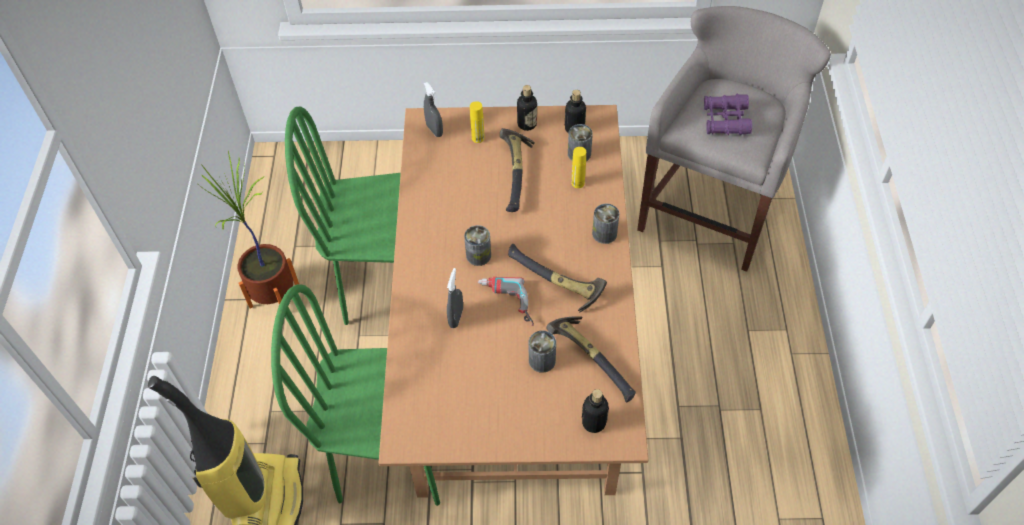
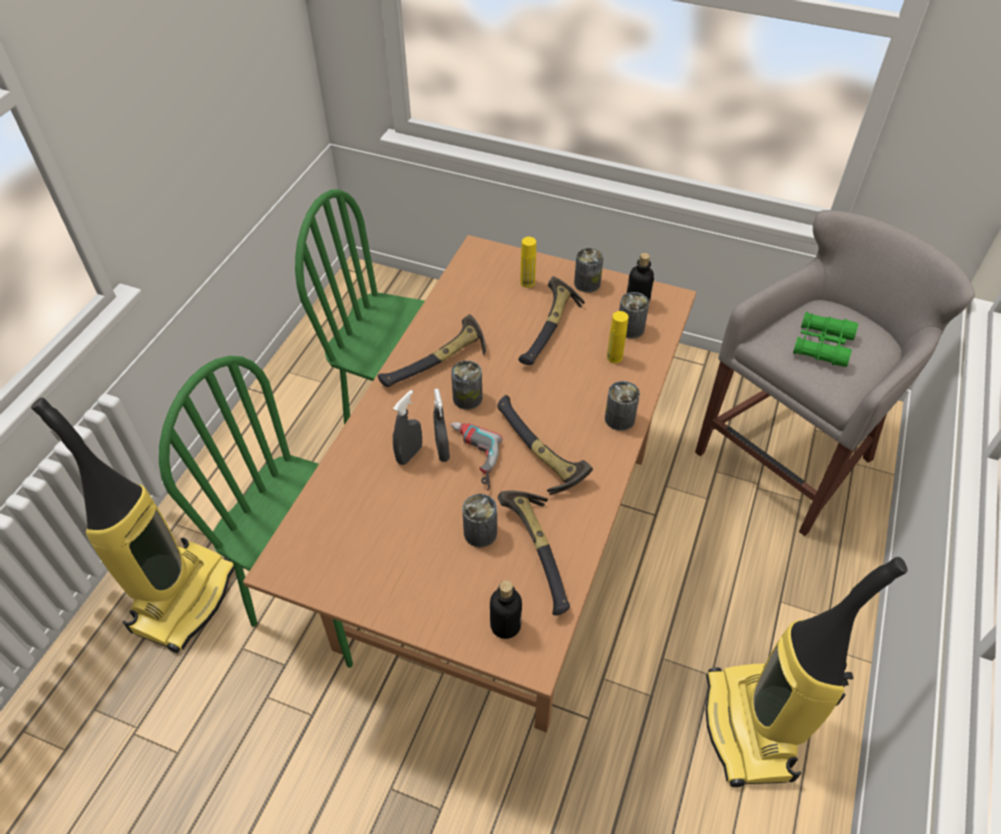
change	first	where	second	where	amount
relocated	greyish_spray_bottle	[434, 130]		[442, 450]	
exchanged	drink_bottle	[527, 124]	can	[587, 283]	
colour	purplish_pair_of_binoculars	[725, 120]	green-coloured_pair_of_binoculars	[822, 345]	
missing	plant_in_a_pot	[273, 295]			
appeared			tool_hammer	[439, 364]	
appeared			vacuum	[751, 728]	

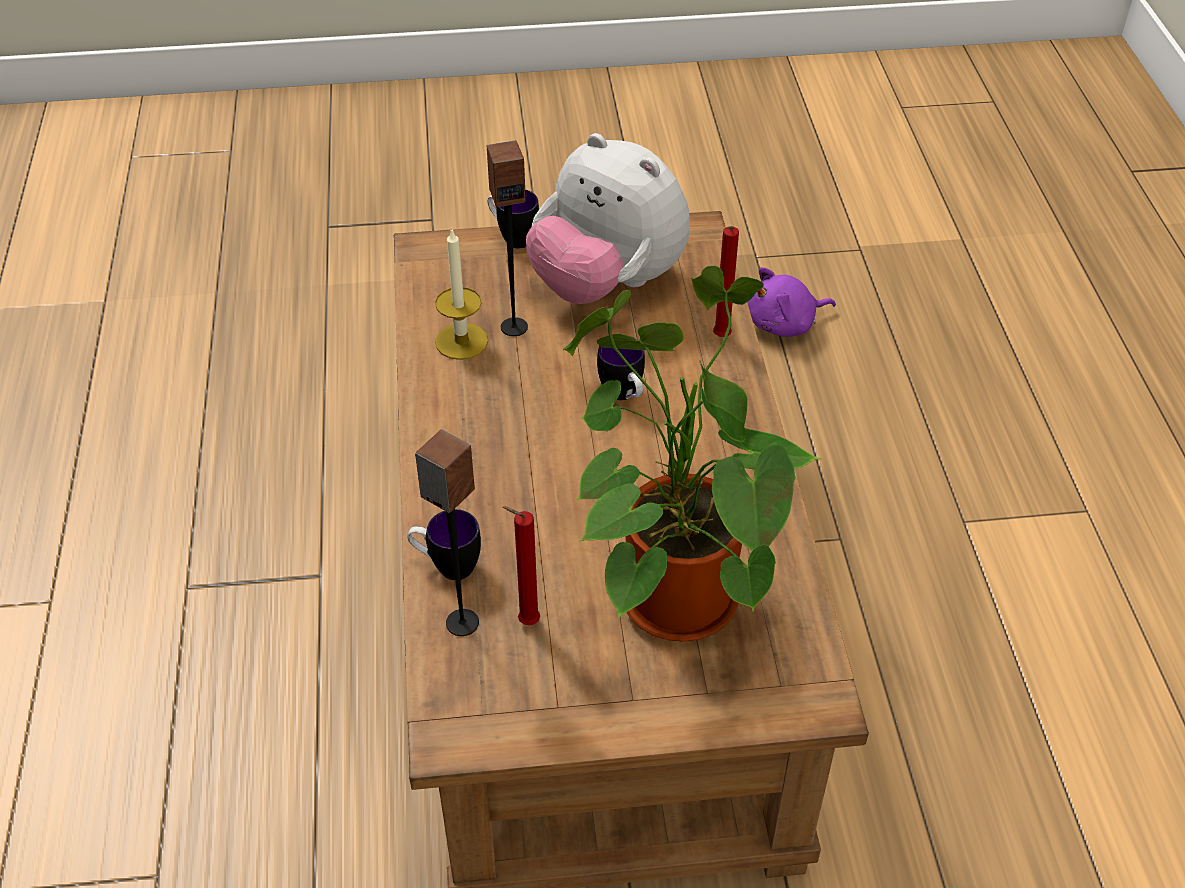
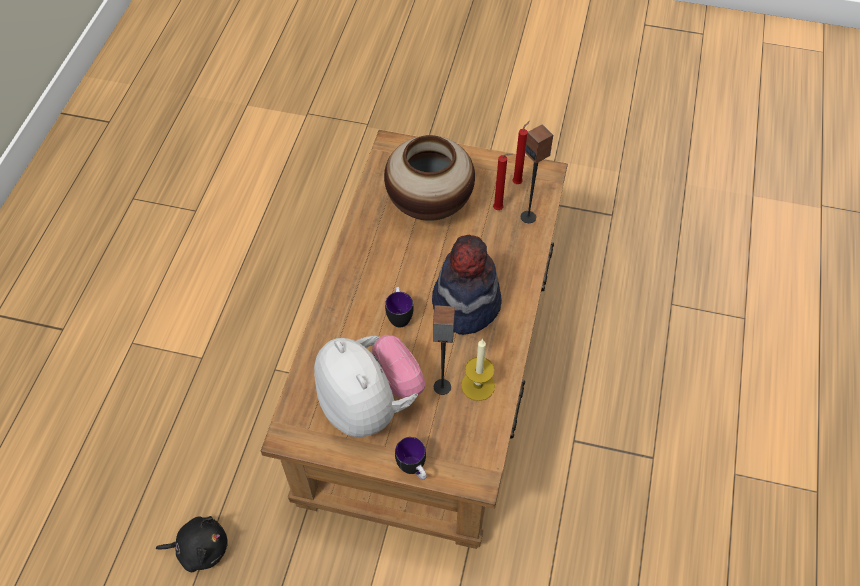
change	first	where	second	where	amount
relocated	red_wax_candle	[720, 338]		[518, 182]	
exchanged	plant_in_a_pot	[669, 591]	vase	[429, 204]	
colour	purplish_plush_toy	[784, 324]	black_plush_toy	[200, 548]	
missing	coffee_mug	[446, 566]			
appeared			hat	[465, 303]	

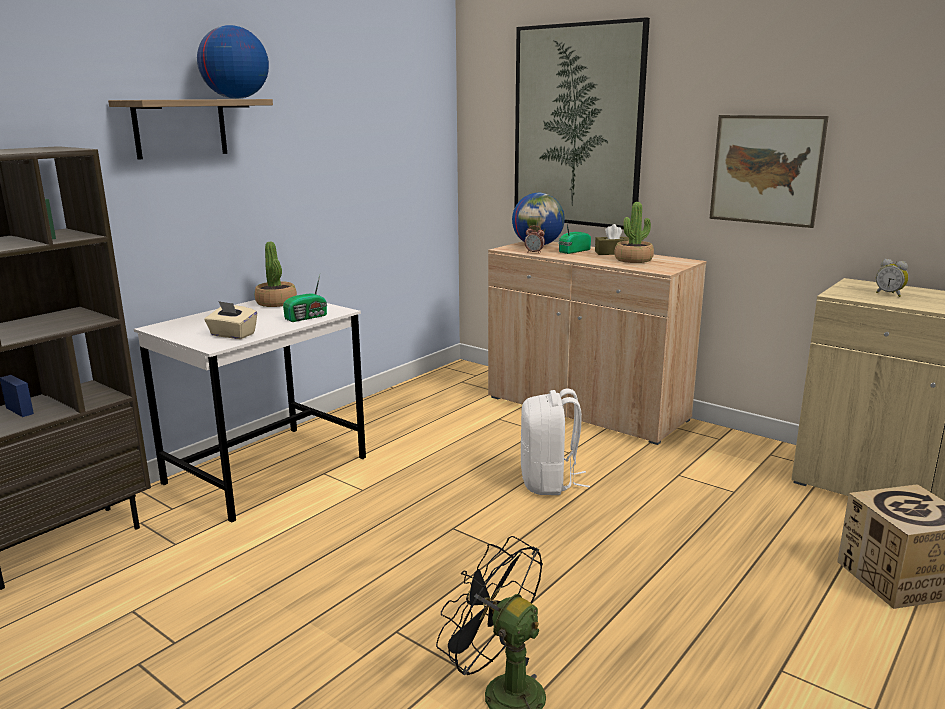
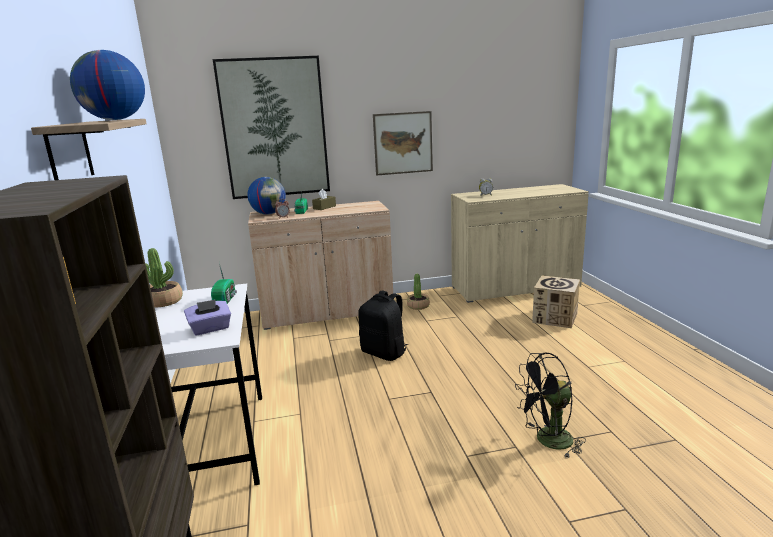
change	first	where	second	where	amount
relocated	plant_in_a_pot	[633, 260]		[418, 306]	
colour	beige-coloured_tissue_box	[232, 335]	purplish_tissue_box	[210, 329]	
colour	white-coloured_rucksack	[549, 482]	black_rucksack	[384, 353]	

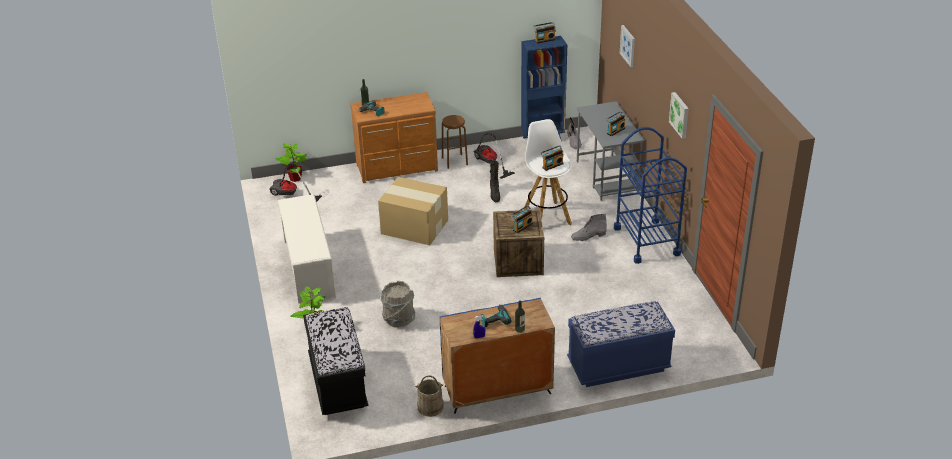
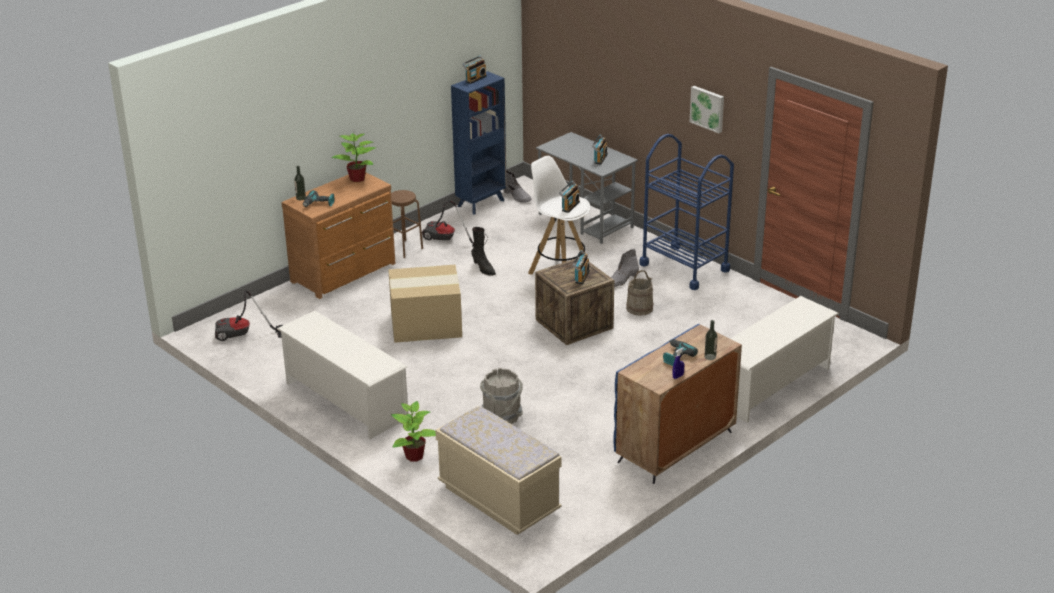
change	first	where	second	where	amount
missing	wall_art	[628, 45]			
relocated	plant_in_a_pot	[295, 178]		[358, 178]	
exchanged	blue-coloured_indoor_bench	[618, 366]	white-coloured_shoe_stand	[770, 385]	
colour	black_indoor_bench	[337, 382]	beige-coloured_indoor_bench	[498, 499]	
relocated	beige-coloured_water_bucket	[430, 407]		[639, 308]	

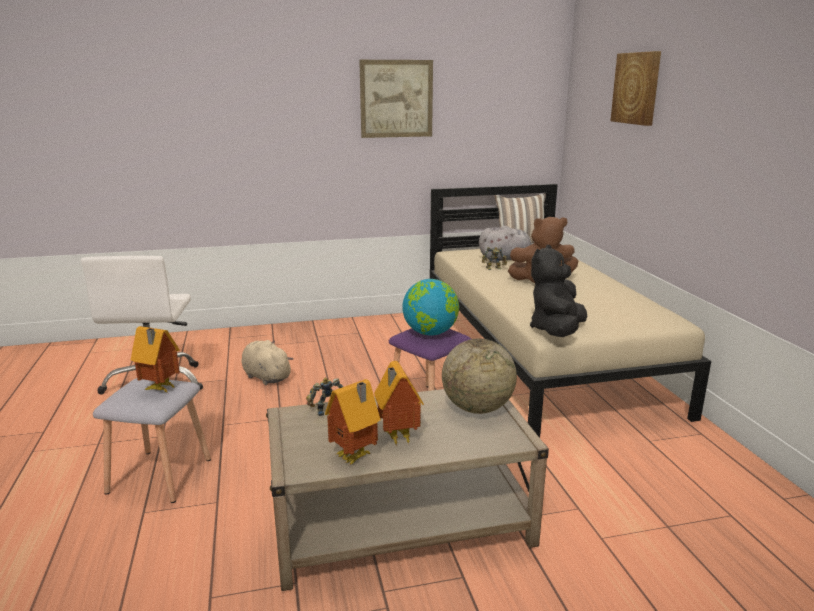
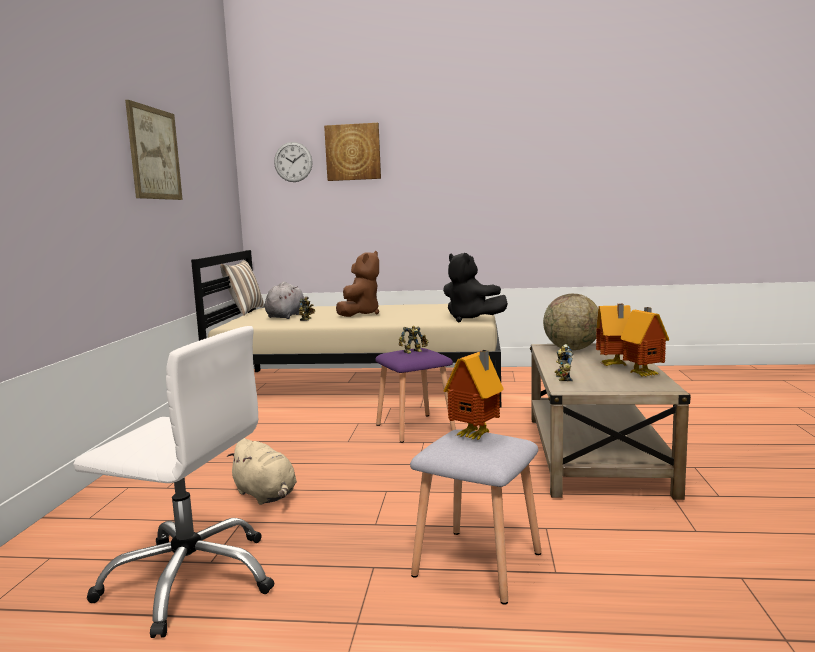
change	first	where	second	where	amount
exchanged	desk_globe	[430, 333]	robot_figure	[414, 352]	
spun	beige-coloured_plush_toy	[265, 377]		[266, 495]	105 degrees counterclockwise
appeared			clock_on_the_wall	[293, 162]	

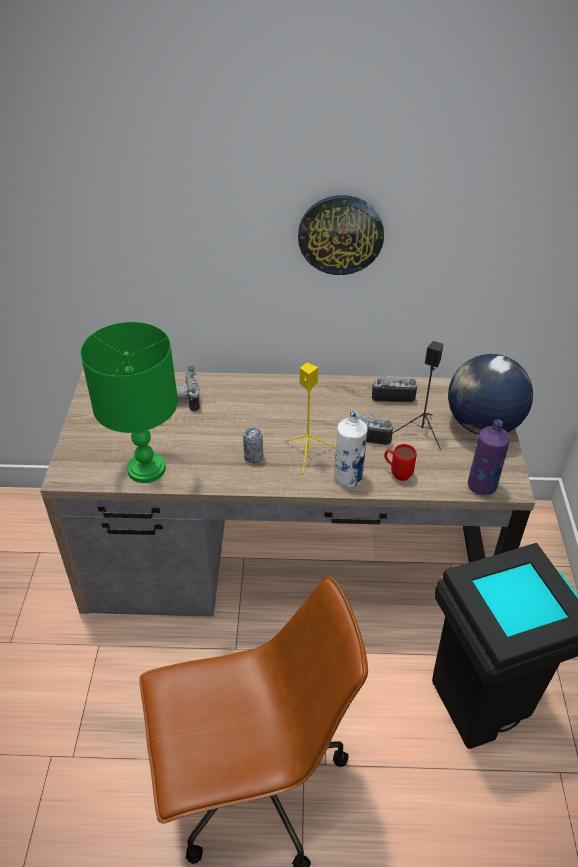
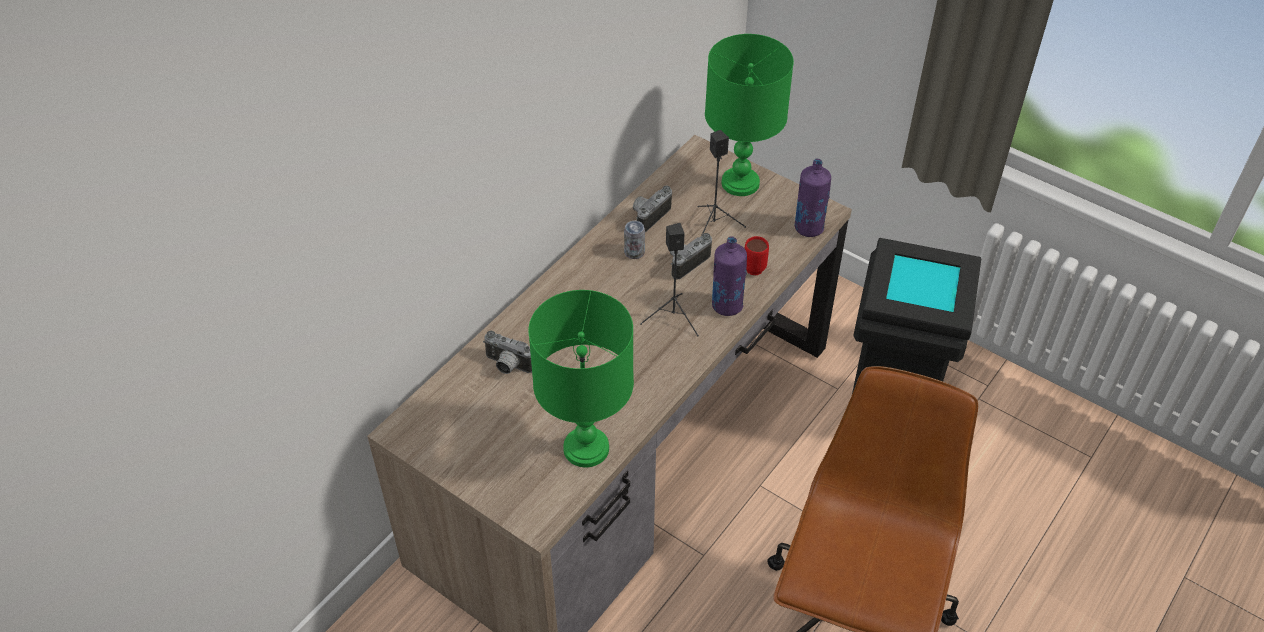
change	first	where	second	where	amount
missing	clock_on_the_wall	[340, 234]			
exchanged	desk_globe	[482, 425]	green-coloured_lamp_for_a_table	[739, 183]	
colour	yellow_audio_speaker	[308, 454]	black_audio_speaker	[673, 317]	
colour	white-coloured_drink_bottle	[348, 477]	purplish_drink_bottle	[727, 305]	
relocated	can	[253, 457]		[634, 252]	

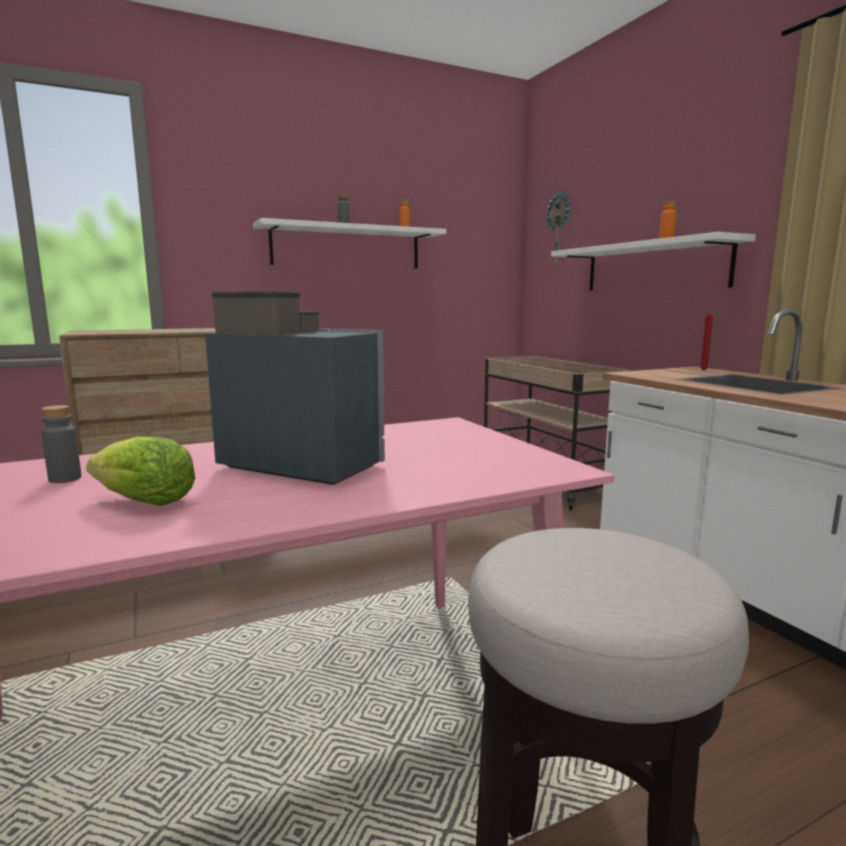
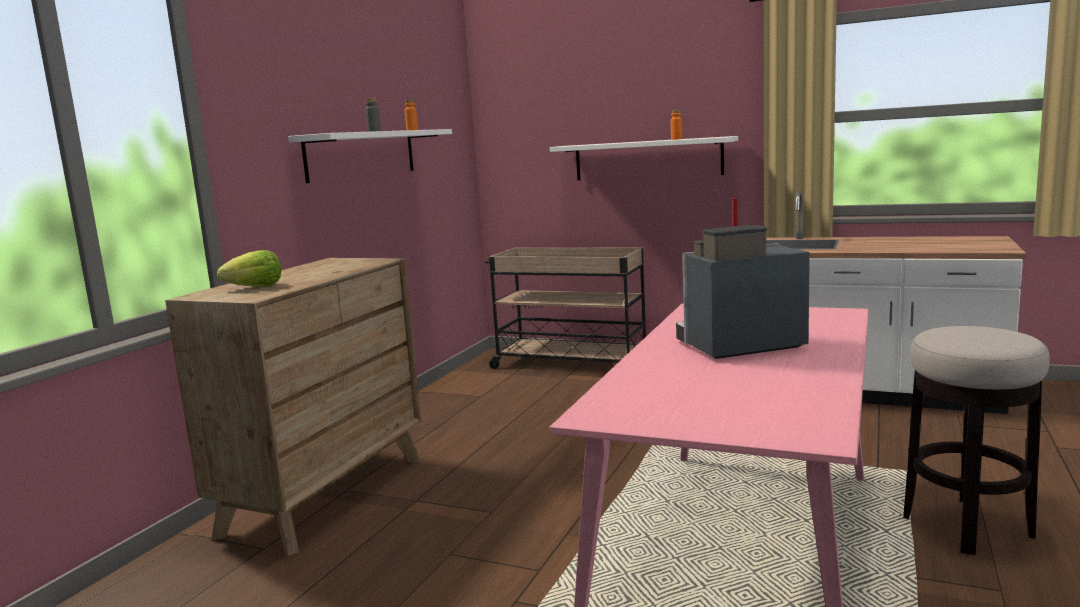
change	first	where	second	where	amount
missing	clock_on_the_wall	[559, 229]			
missing	greyish_drink_bottle	[65, 479]			
relocated	lettuce_head	[146, 502]		[256, 287]	

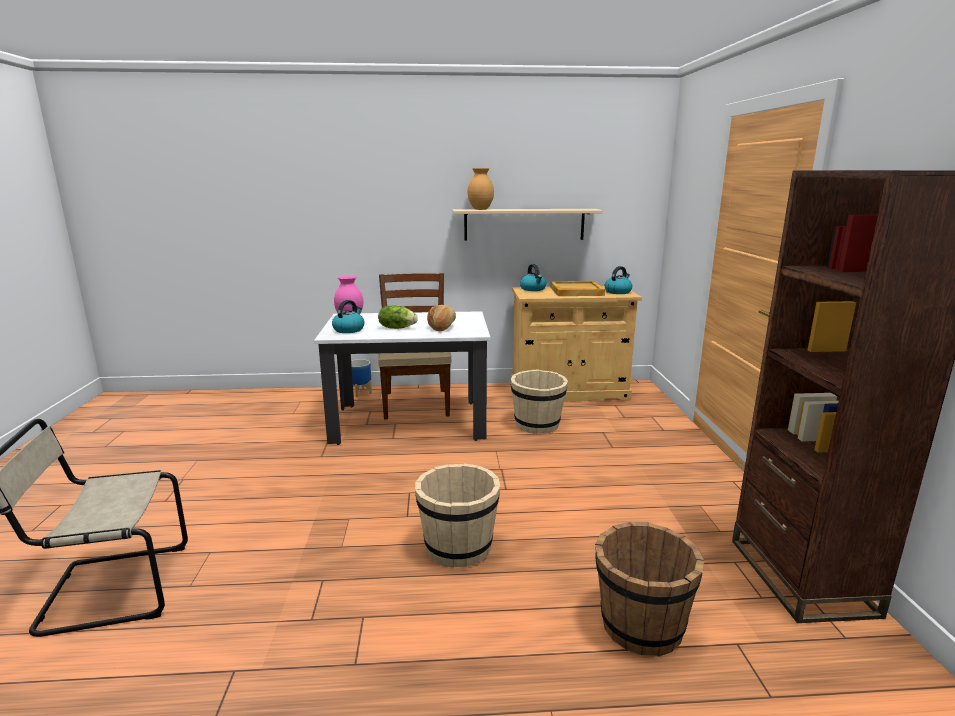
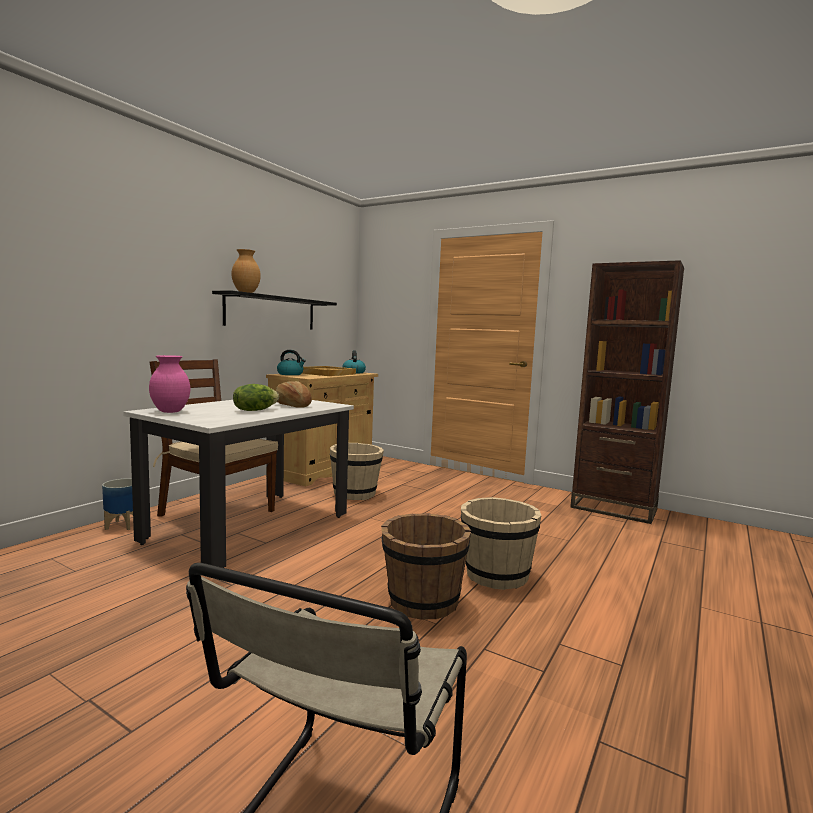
change	first	where	second	where	amount
colour	beige-coloured_bracket_shelf	[524, 224]	black_bracket_shelf	[271, 312]	
missing	kettle	[349, 329]			
relocated	brownish_water_bucket	[640, 626]		[422, 602]	

